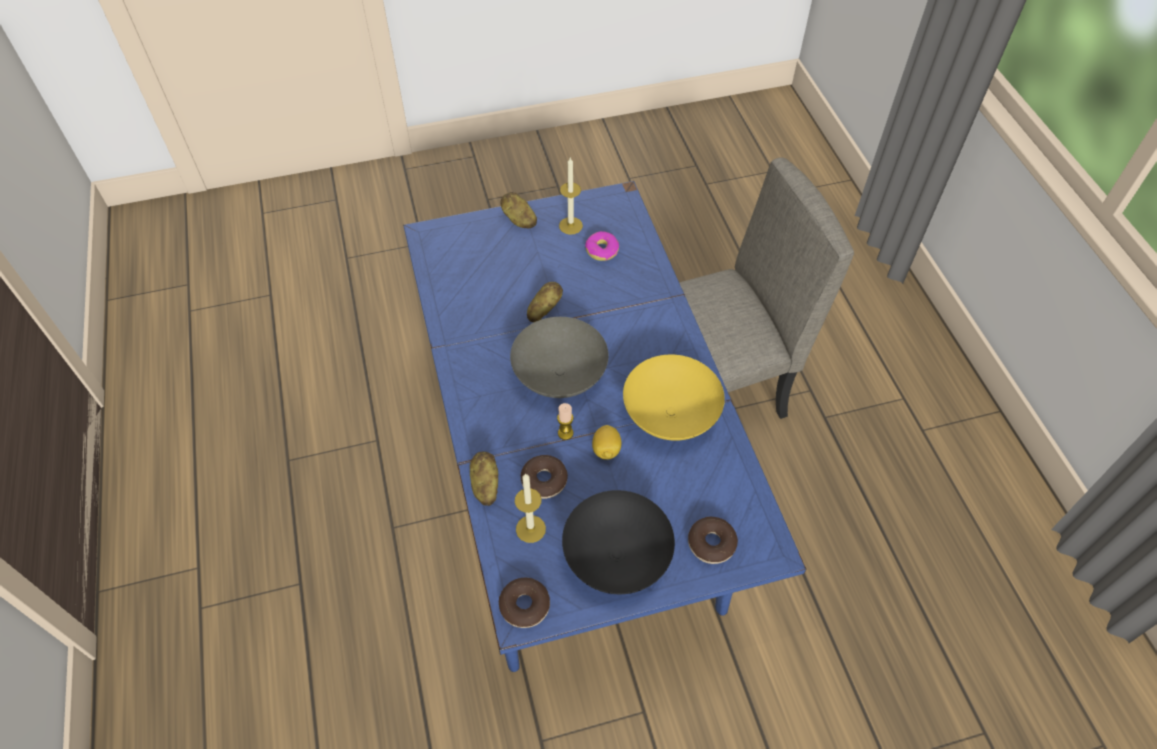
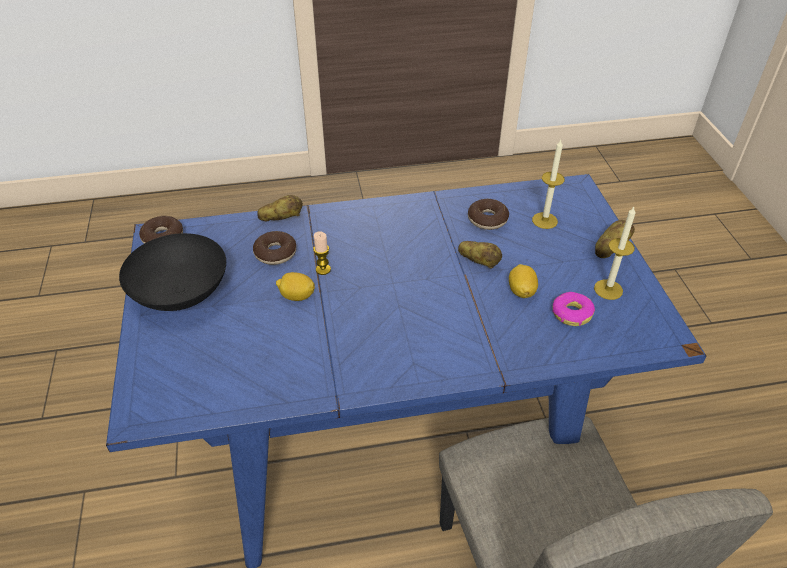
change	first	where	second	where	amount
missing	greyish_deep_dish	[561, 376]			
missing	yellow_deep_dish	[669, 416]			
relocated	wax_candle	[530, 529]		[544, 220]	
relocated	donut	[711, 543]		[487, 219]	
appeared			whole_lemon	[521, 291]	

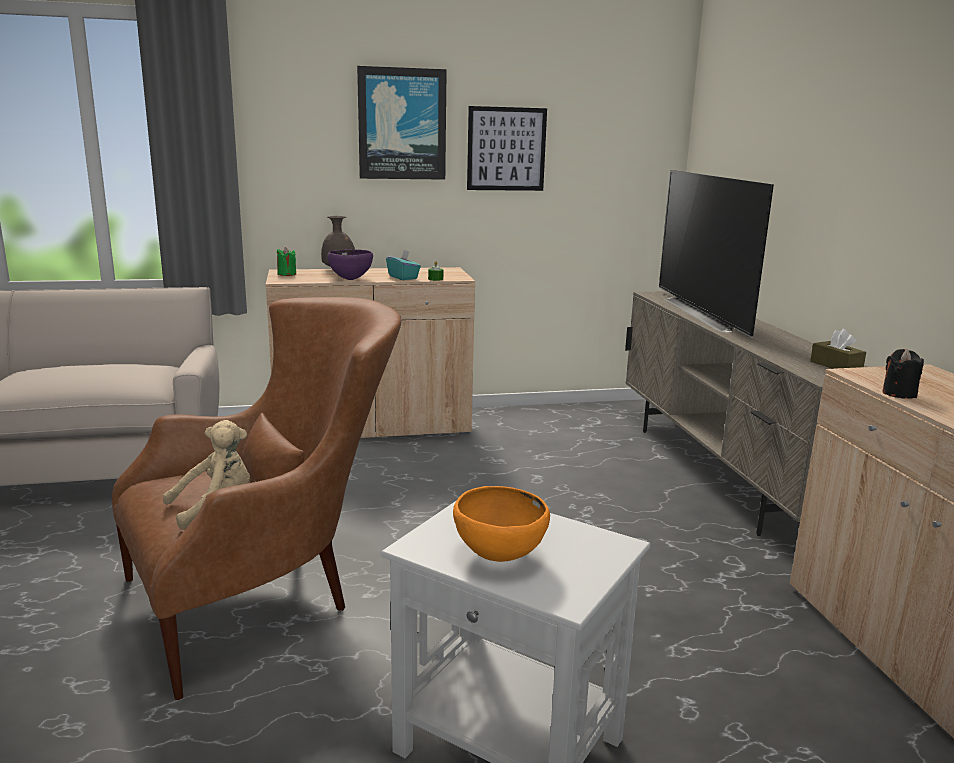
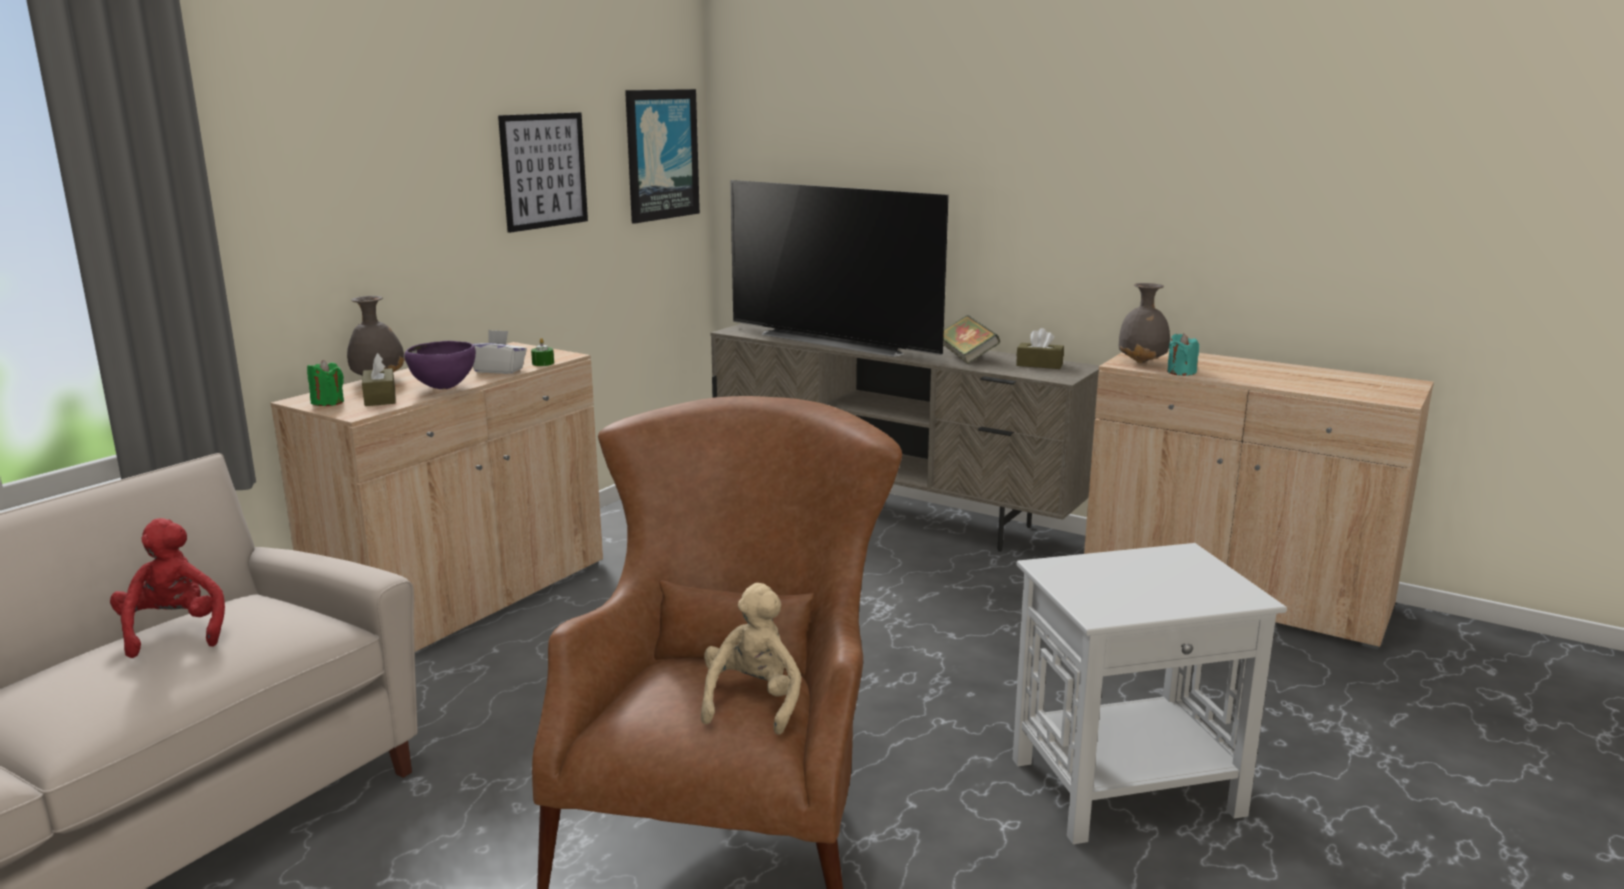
change	first	where	second	where	amount
relocated	wall_art	[402, 124]		[661, 154]	
colour	turquoise_tissue_box	[403, 277]	white-coloured_tissue_box	[499, 370]	
colour	black_wax_candle	[899, 394]	turquoise_wax_candle	[1181, 372]	
missing	orange_deep_dish	[499, 557]			
appeared			greyish_vase	[1143, 362]	
appeared			book	[966, 357]	
appeared			brownish_tissue_box	[380, 398]	
appeared			red_plush_toy	[174, 632]	

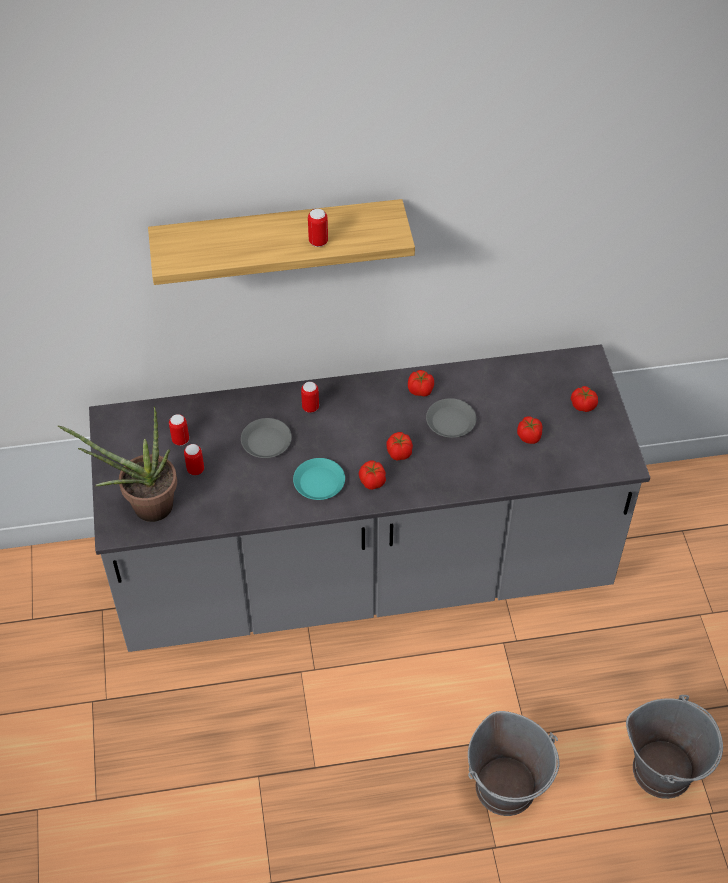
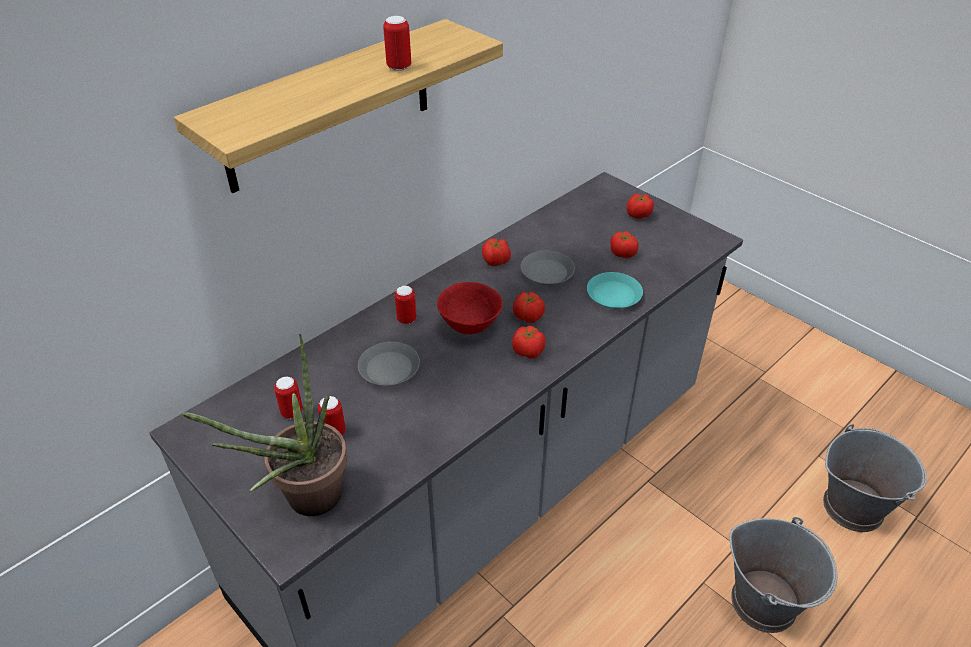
change	first	where	second	where	amount
relocated	turquoise_dinner_plate	[319, 482]		[613, 295]	
appeared			red_deep_dish	[470, 327]	

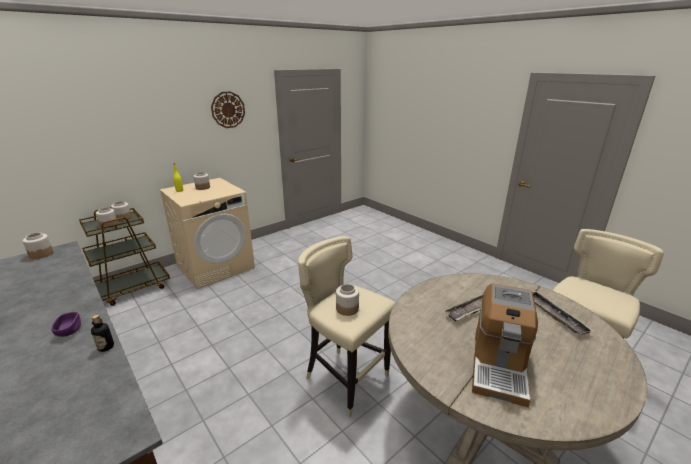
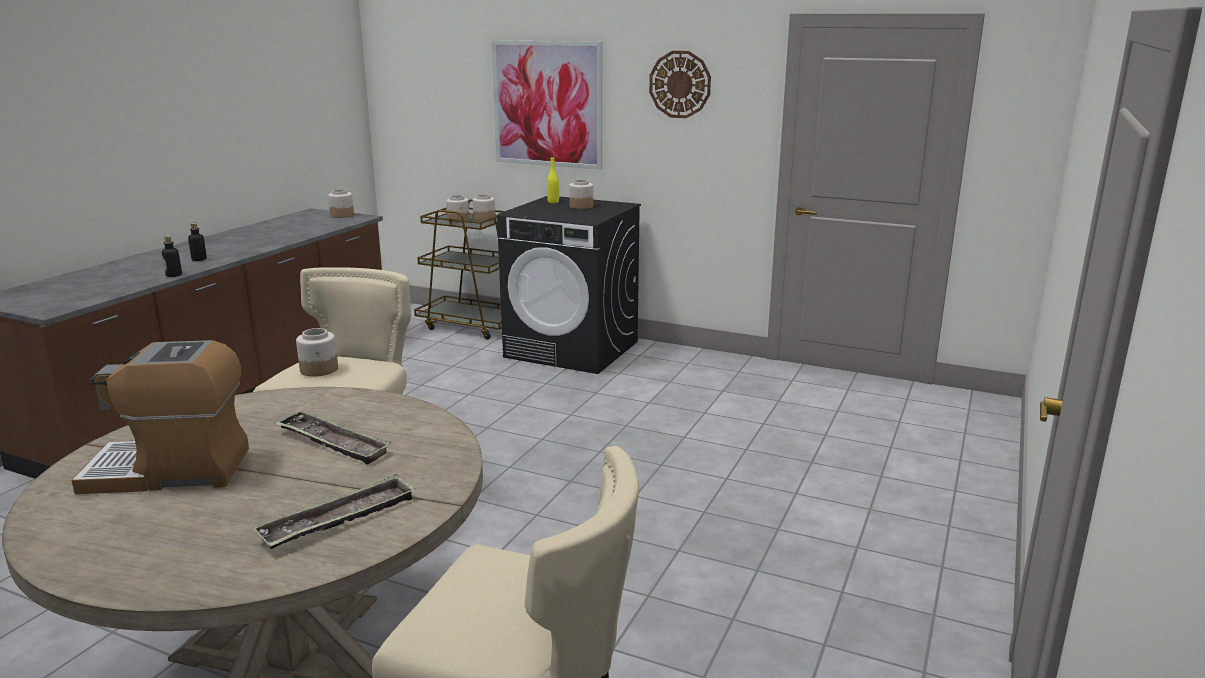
change	first	where	second	where	amount
colour	beige-coloured_laundry_machine	[216, 266]	black_laundry_machine	[572, 349]	
exchanged	purplish_deep_dish	[69, 331]	drink_bottle	[199, 259]	
appeared			wall_art	[547, 104]	

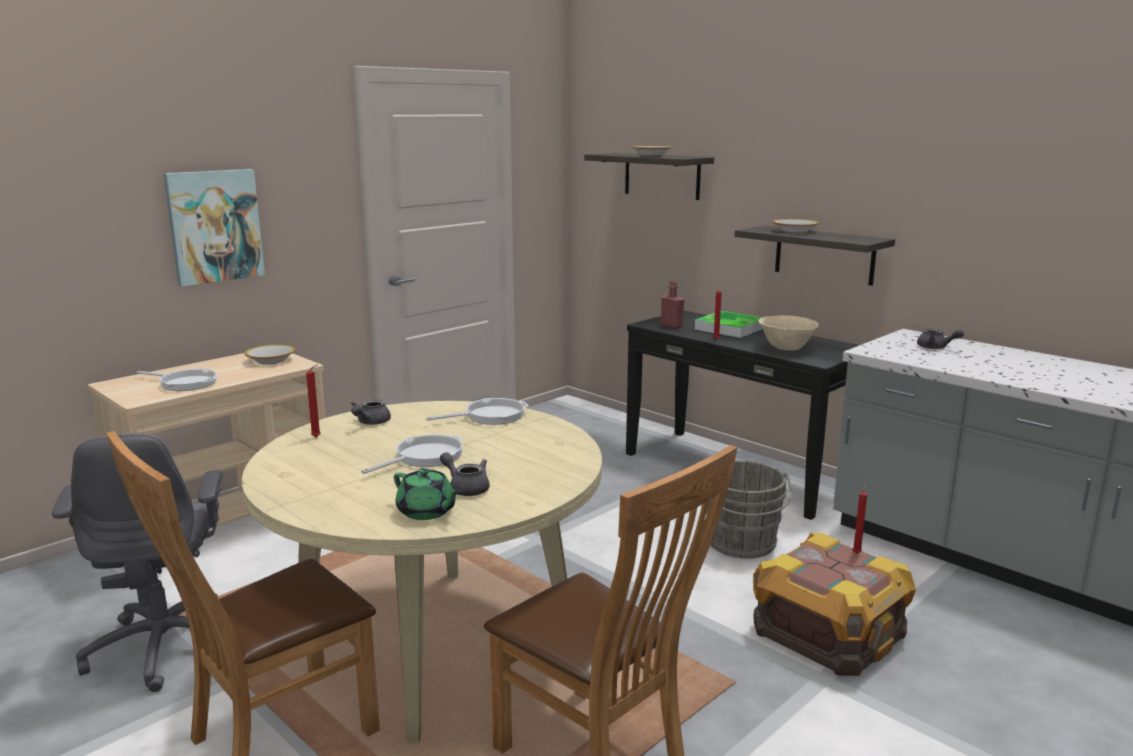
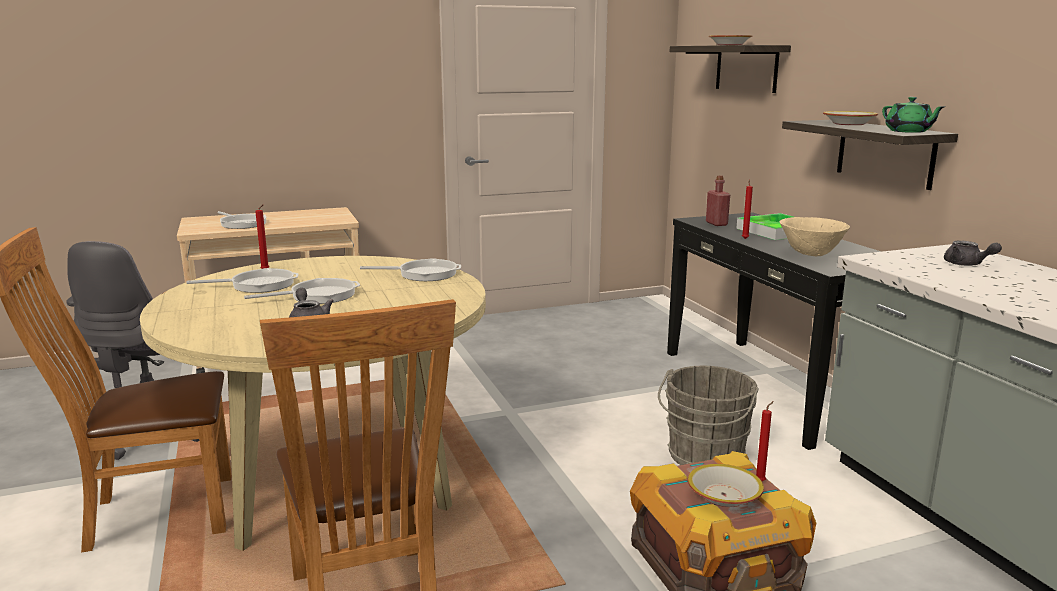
change	first	where	second	where	amount
missing	wall_art	[214, 226]			
relocated	deep_dish	[270, 360]		[723, 495]	
missing	greyish_pot_for_tea	[370, 423]			
relocated	green-coloured_pot_for_tea	[427, 512]		[908, 131]	
appeared			skillet	[258, 285]	

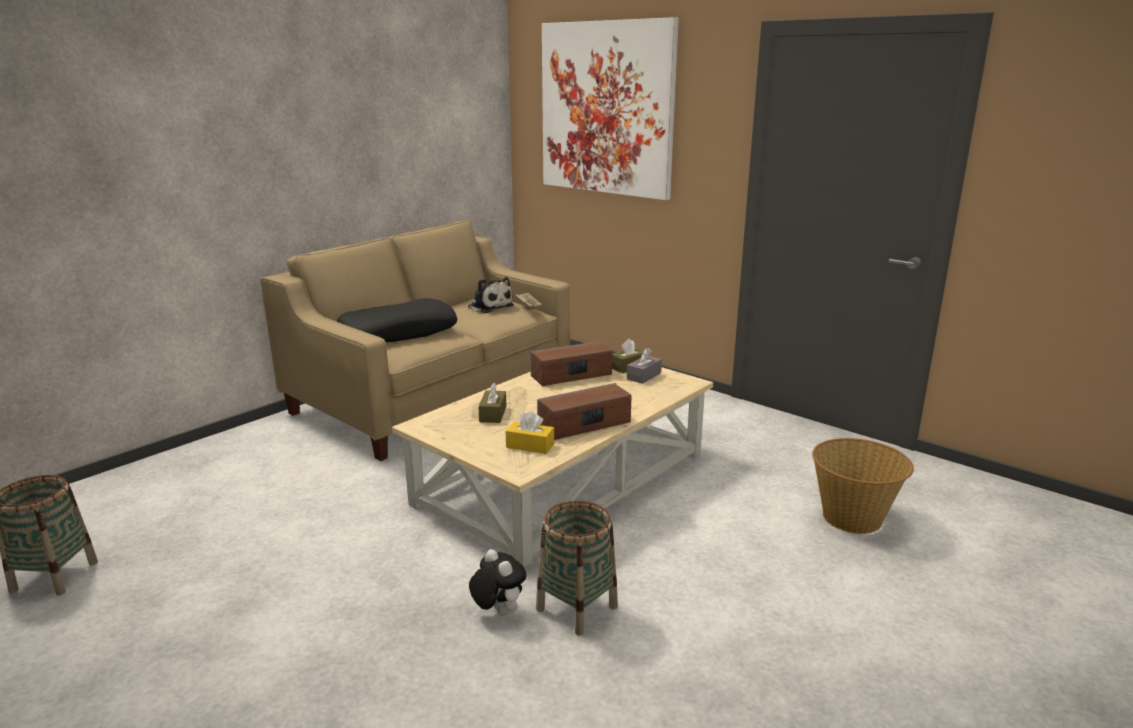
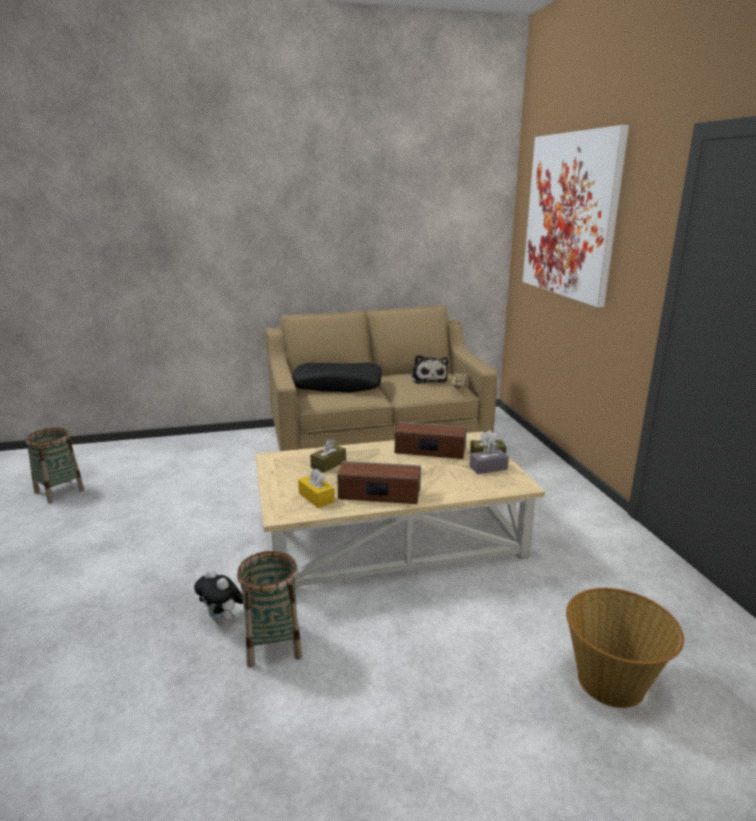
change	first	where	second	where	amount
spun	plush_toy	[497, 611]		[223, 620]	135 degrees clockwise

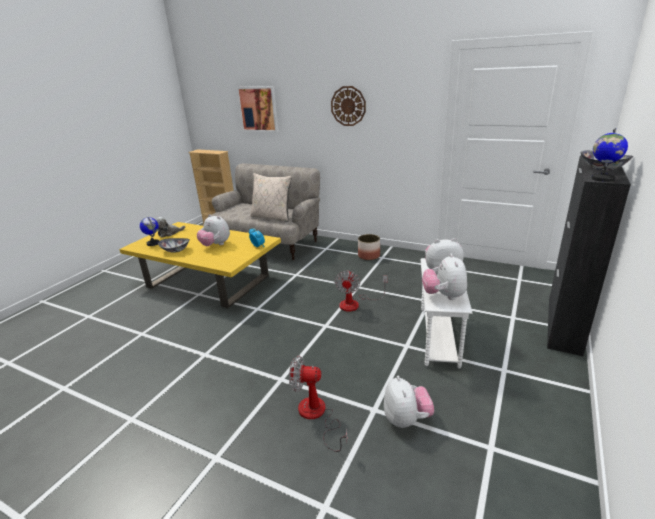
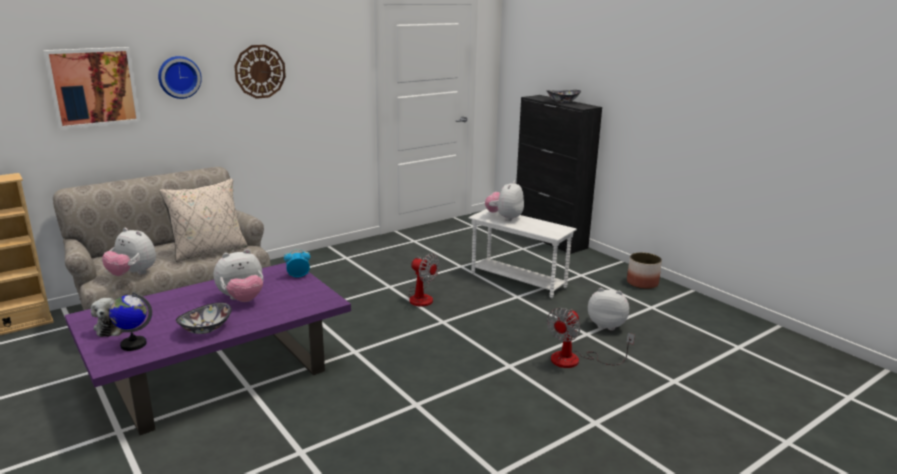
change	first	where	second	where	amount
missing	desk_globe	[602, 179]			
colour	yellow_lounge_table	[209, 281]	purplish_lounge_table	[220, 372]	
relocated	plant_pot	[369, 256]		[642, 283]	
relocated	plush_toy	[444, 296]		[133, 274]	
appeared			clock_on_the_wall	[179, 77]	

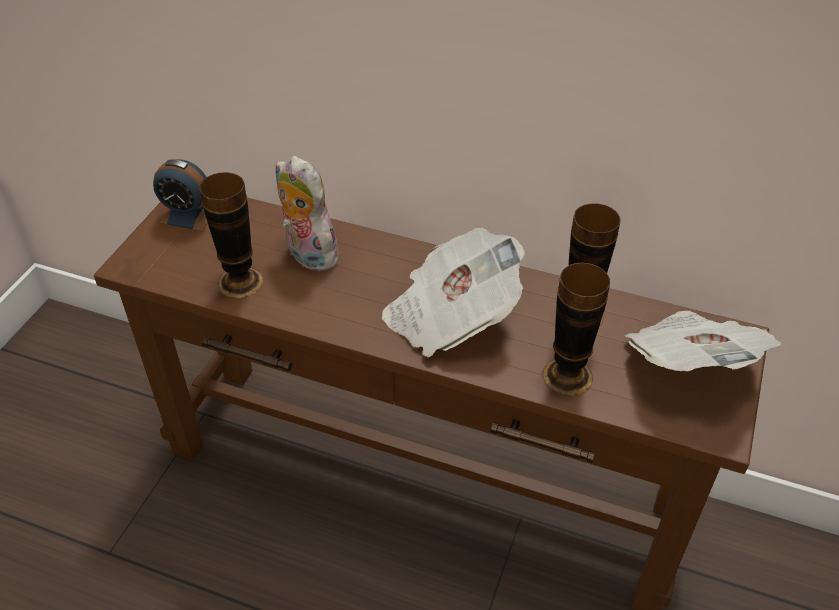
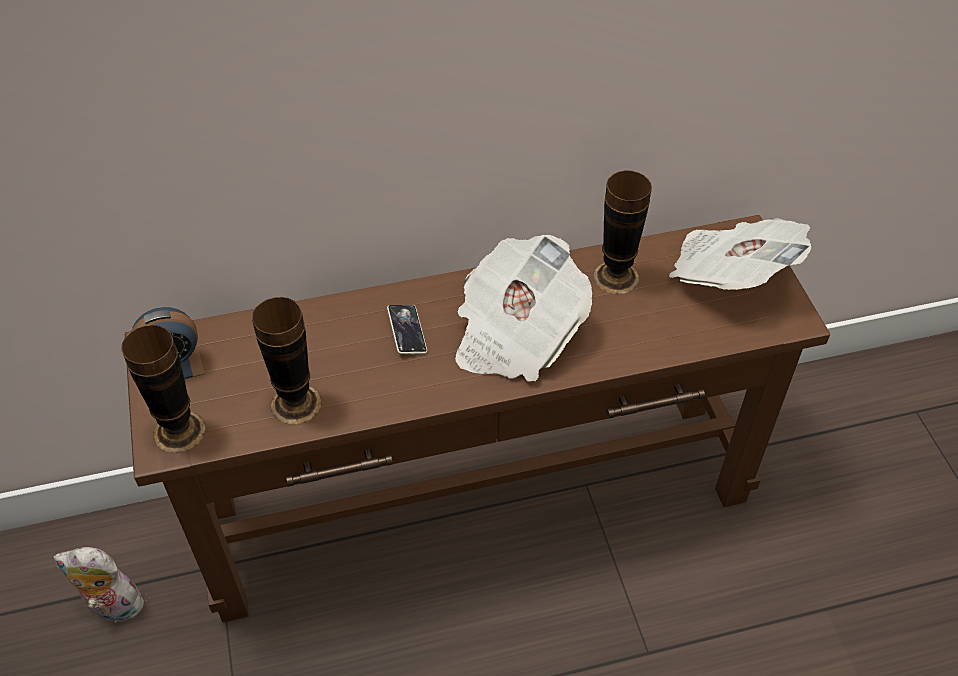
change	first	where	second	where	amount
relocated	plush_toy	[307, 255]		[112, 607]	
relocated	vase	[567, 376]		[179, 431]	
appeared			phone	[407, 332]	

